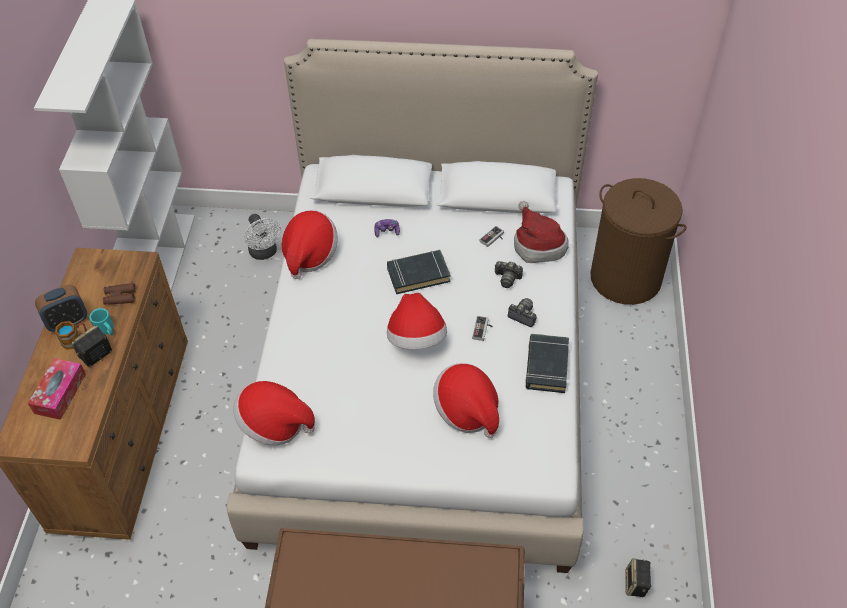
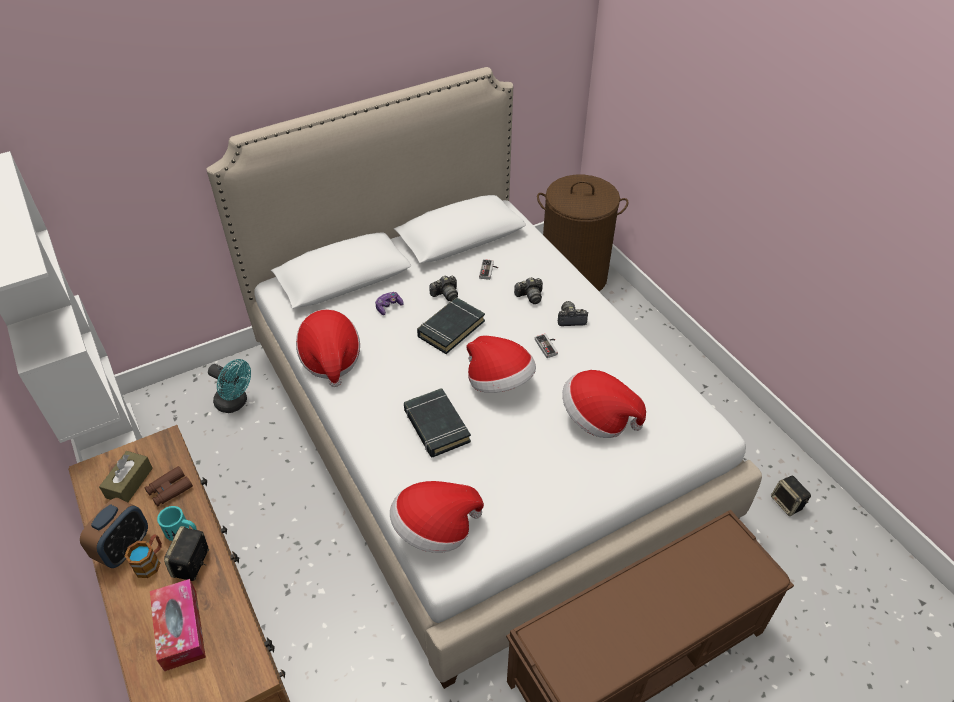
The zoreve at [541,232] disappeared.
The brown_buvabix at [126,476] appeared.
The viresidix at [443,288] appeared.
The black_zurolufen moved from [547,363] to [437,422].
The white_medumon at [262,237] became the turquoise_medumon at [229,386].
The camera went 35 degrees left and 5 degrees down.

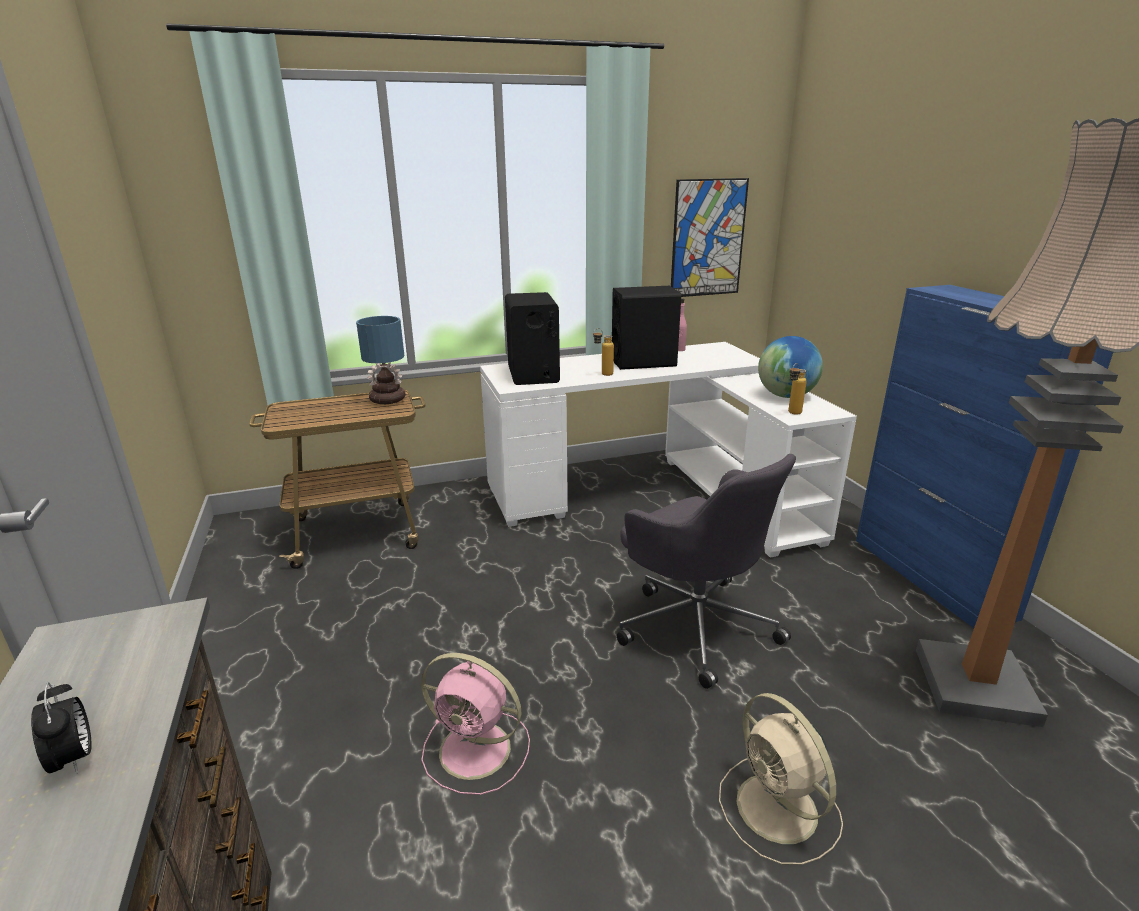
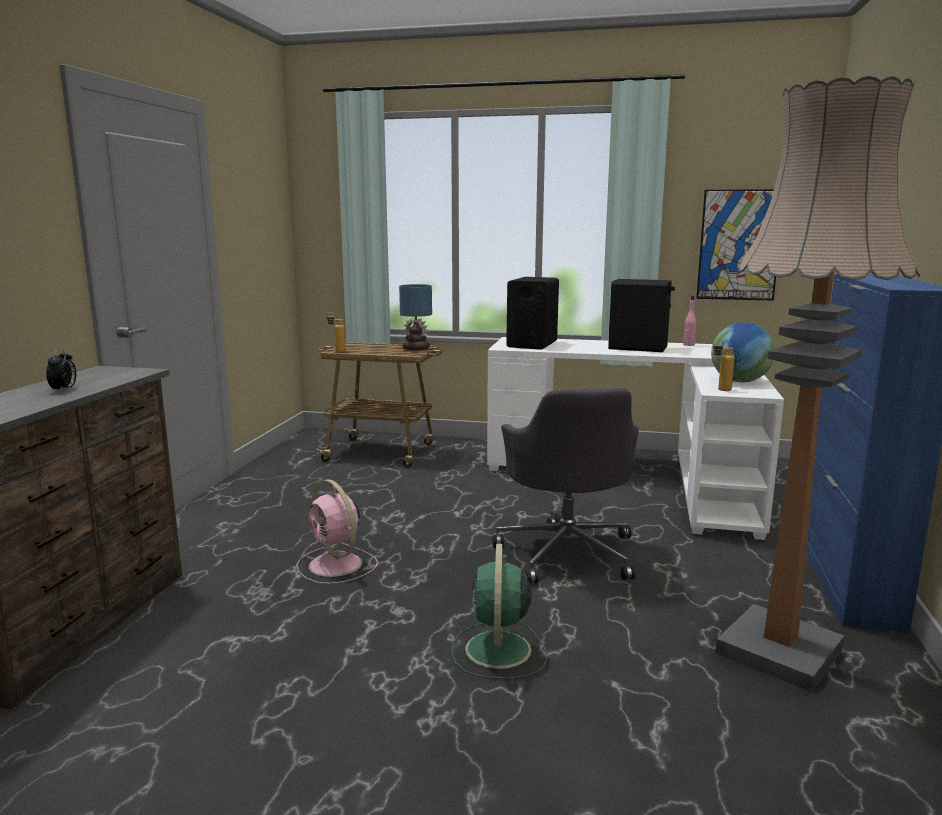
The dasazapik moved from [603,352] to [336,332].
The beige_medumon at [781,779] became the green_medumon at [499,611].
The camera went 30 degrees right and 10 degrees down.

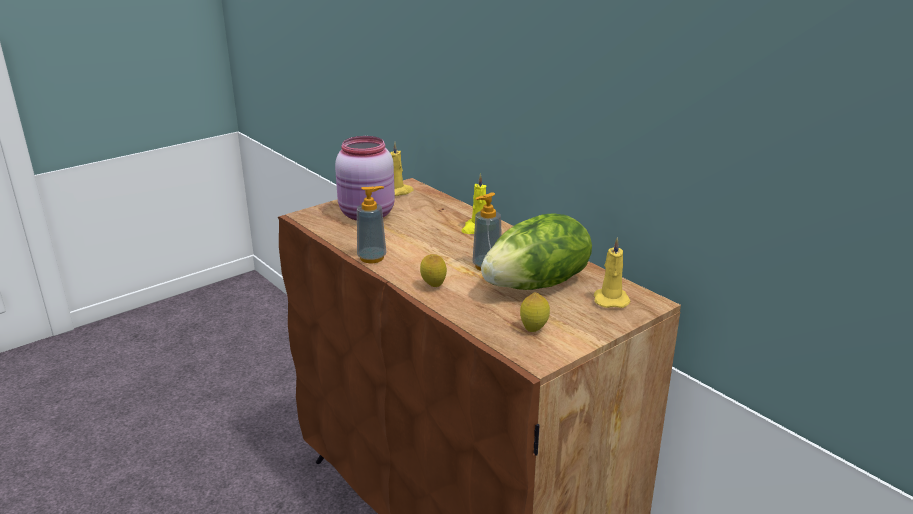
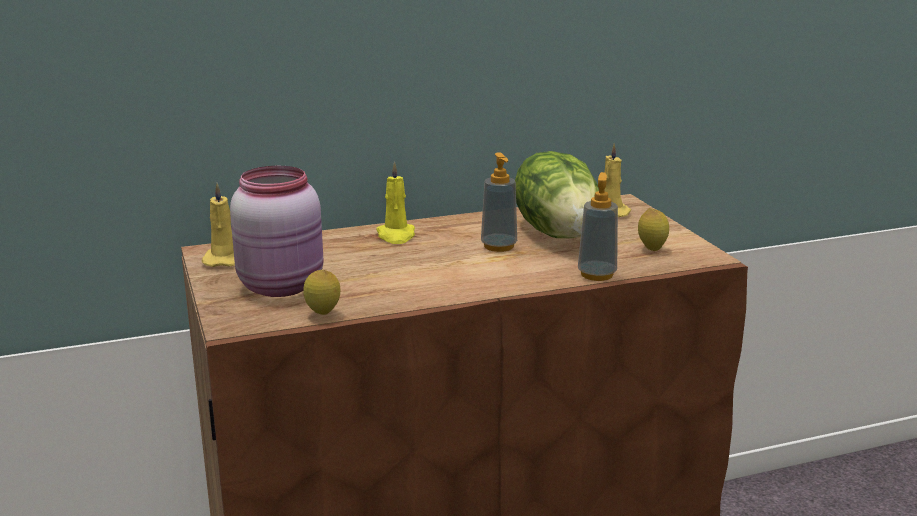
The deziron moved from [371,224] to [598,226].
The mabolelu moved from [433,270] to [321,292].
The camera went 70 degrees left and 5 degrees down.

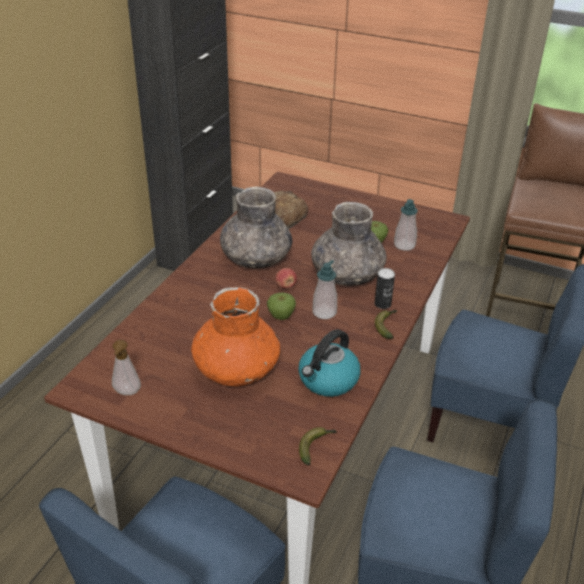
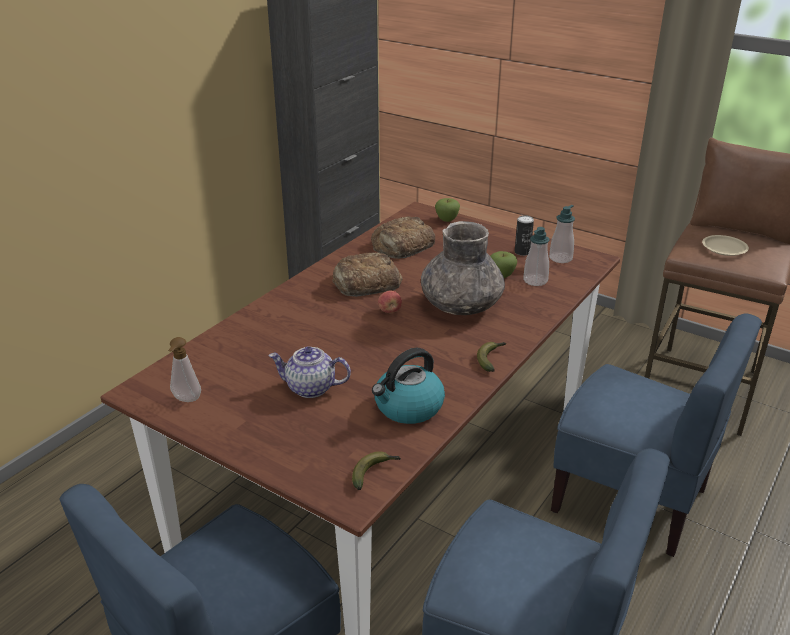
The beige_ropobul at [725,245] appeared.
The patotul moved from [281,306] to [447,210].
The deziron moved from [324,289] to [562,234].
The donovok moved from [385,288] to [524,235].
The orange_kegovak at [235,337] was replaced by the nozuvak at [309,372].
The grey_kegovak at [256,228] was replaced by the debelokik at [368,275].
The camera went 10 degrees right and 5 degrees down.

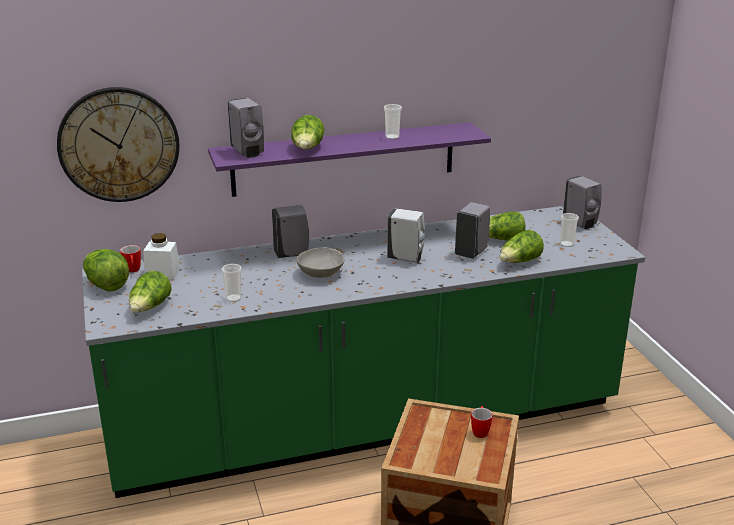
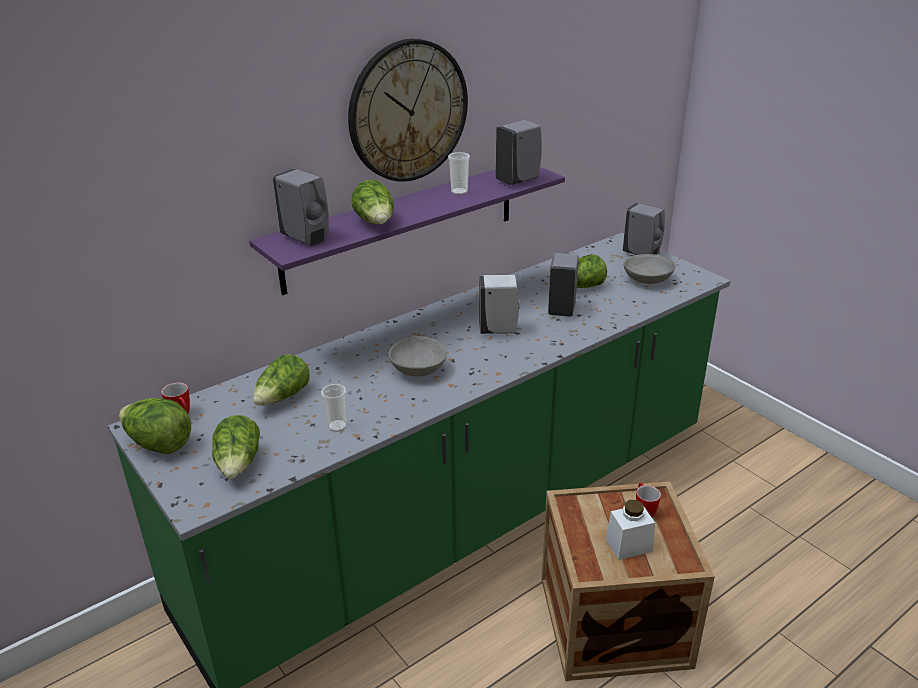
The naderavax moved from [118,144] to [408,110].
The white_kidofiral moved from [161,256] to [630,530].
The grey_deziron moved from [290,231] to [519,152].
The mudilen moved from [522,246] to [281,380].
The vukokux at [569,230] was replaced by the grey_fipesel at [649,269].
The camera went 20 degrees left and 5 degrees up.

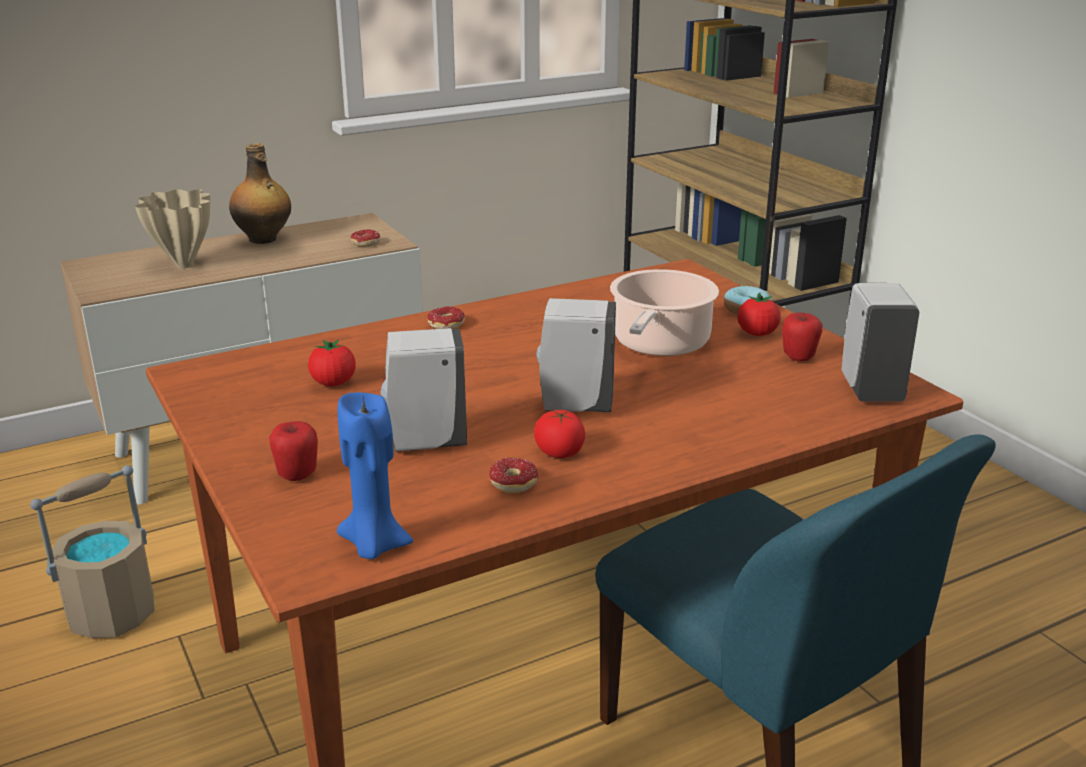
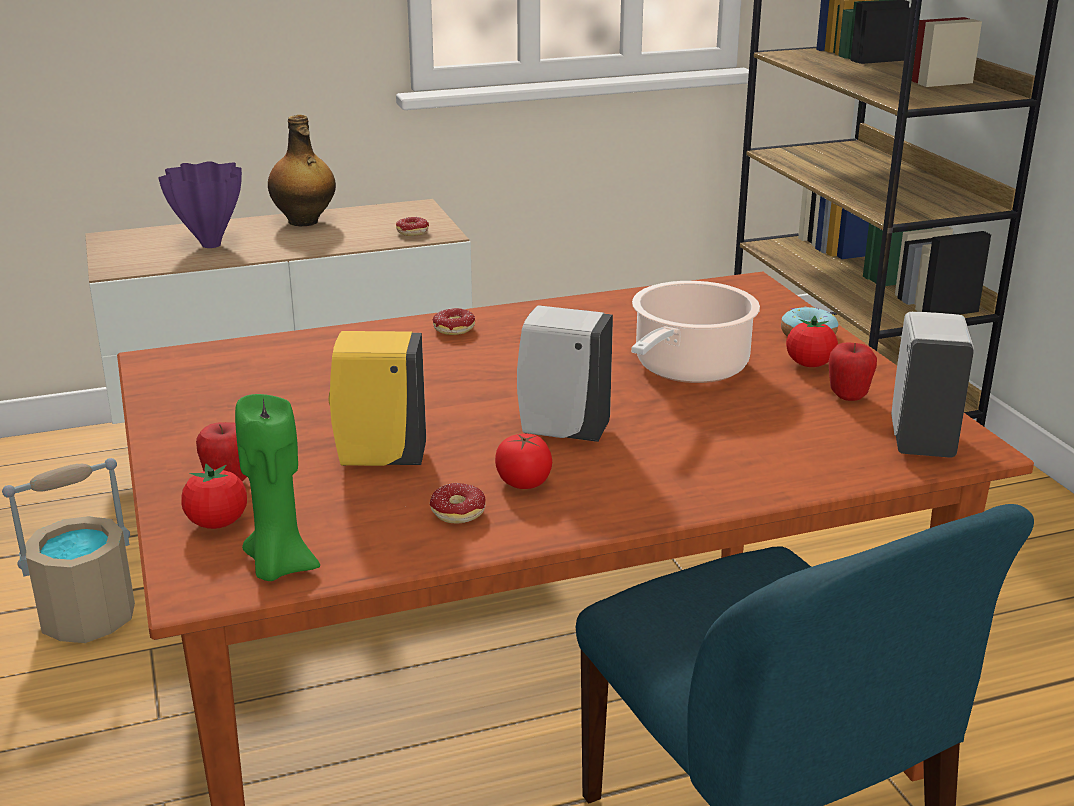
The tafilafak moved from [332,362] to [214,496].
The beige_kegovak at [172,228] became the purple_kegovak at [200,204].
The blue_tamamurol at [375,475] became the green_tamamurol at [277,487].
The white_deziron at [423,390] became the yellow_deziron at [377,398].
The camera went 10 degrees right and 0 degrees up.

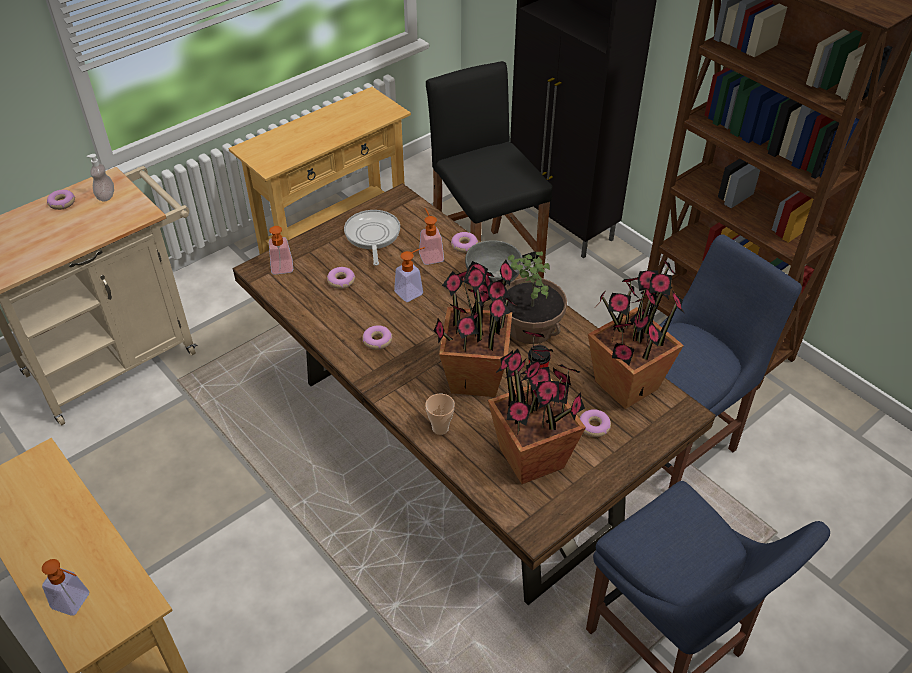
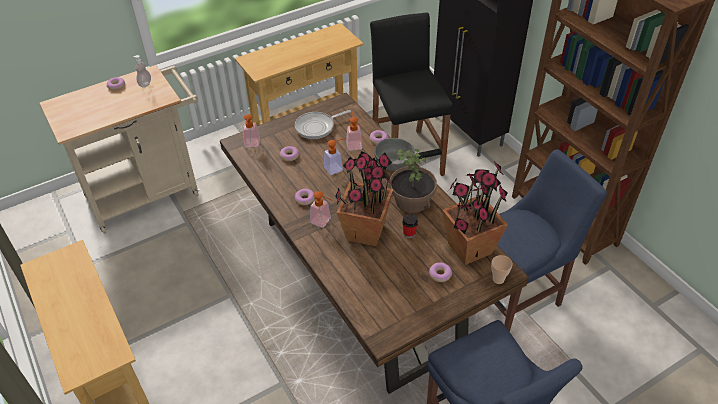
The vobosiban at [537,407] disappeared.
The deziron moved from [66,587] to [321,209].
The vukokux moved from [440,414] to [501,269].
The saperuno at [372,238] turned 120 degrees counterclockwise.
The camera went 10 degrees right and 0 degrees up.

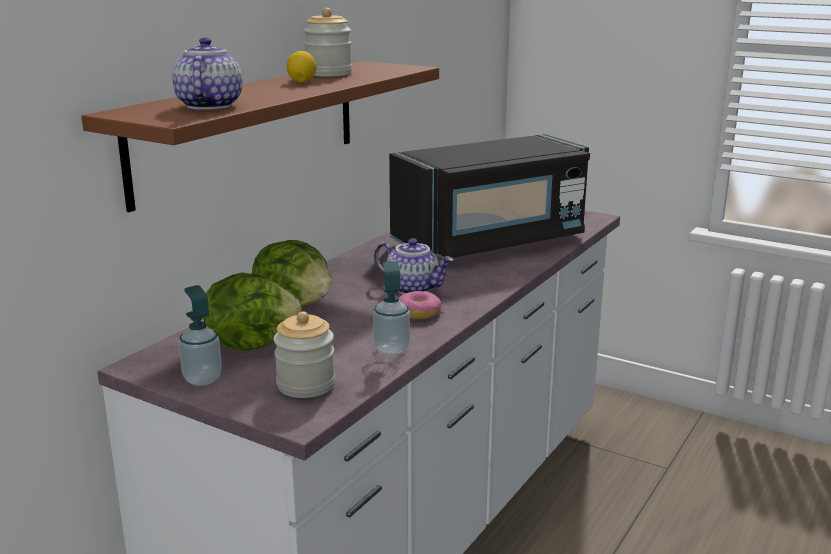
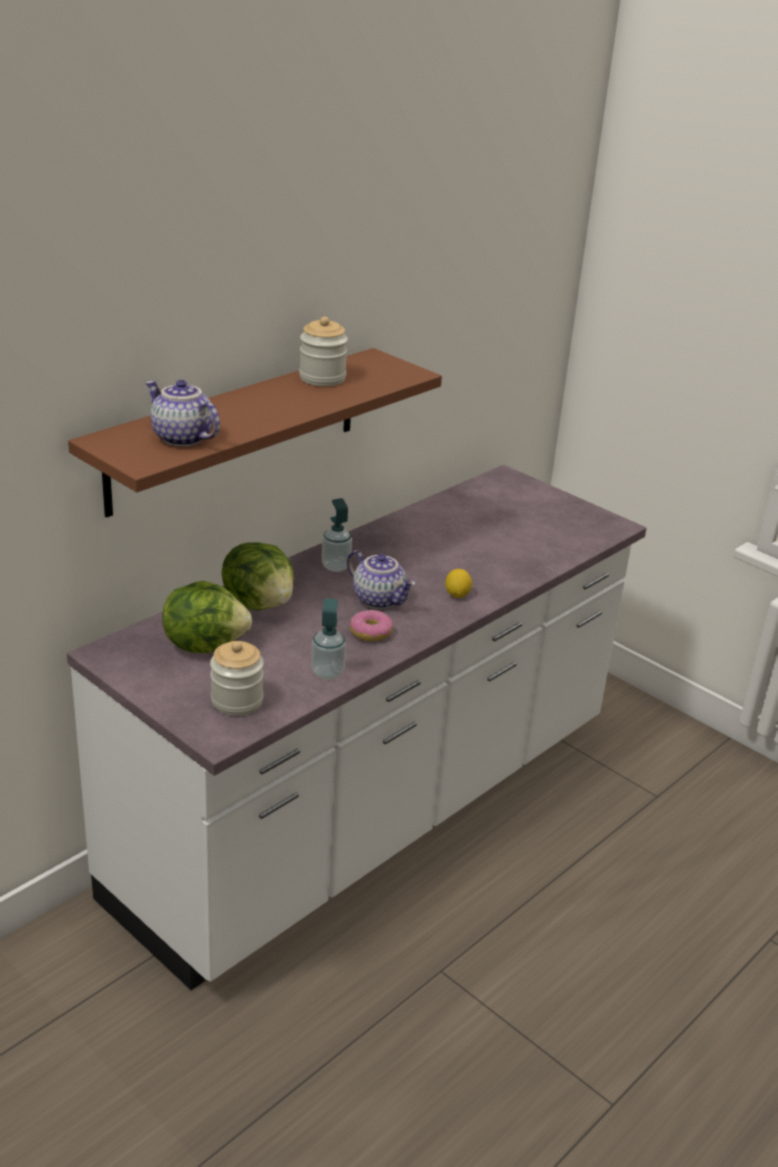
The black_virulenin at [489,196] disappeared.
The deziron moved from [200,335] to [337,535].
The mabolelu moved from [301,67] to [458,583].
The nozuvak at [207,73] turned 60 degrees counterclockwise.
The camera went 10 degrees right and 10 degrees up.

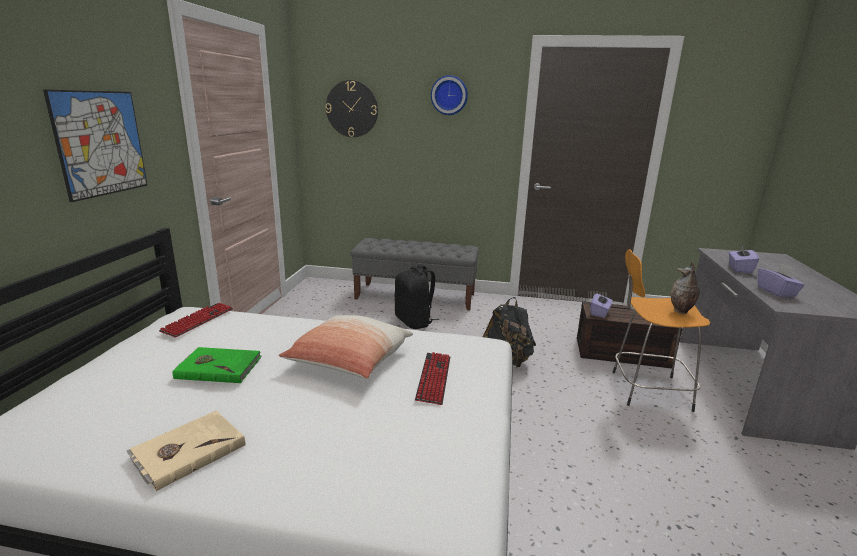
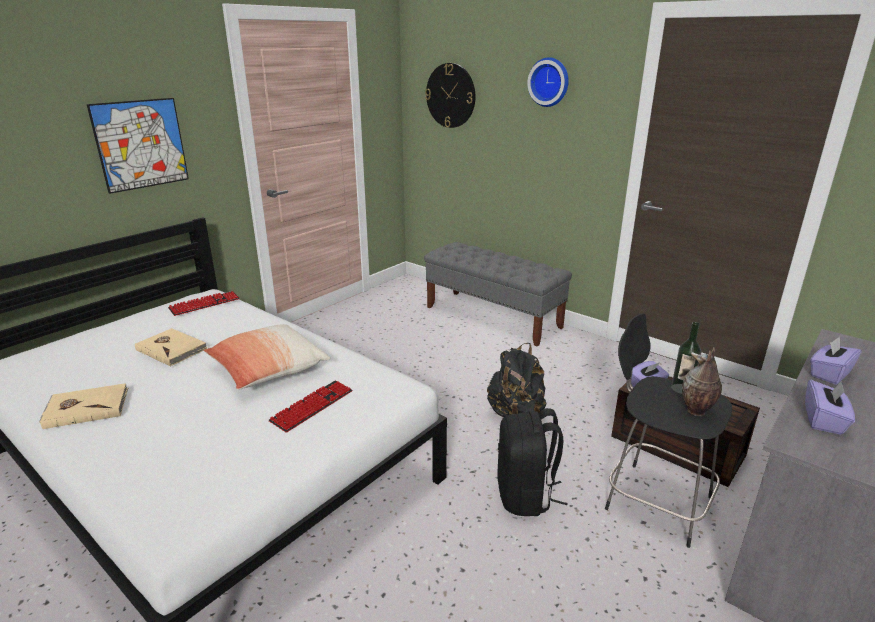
The dasazapik at [686,358] appeared.
The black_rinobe moved from [417,297] to [532,462].
The green_zurolufen at [216,365] became the beige_zurolufen at [171,347].
The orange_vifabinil at [661,330] became the black_vifabinil at [668,430].
The camera went 30 degrees right and 5 degrees up.

